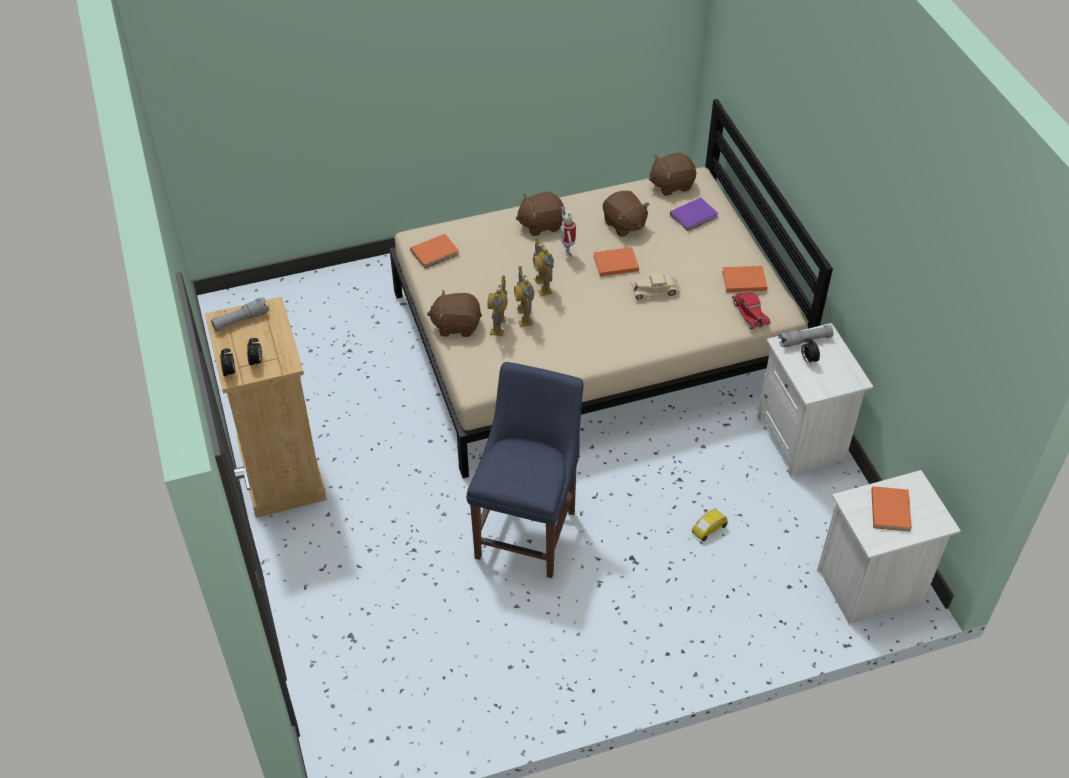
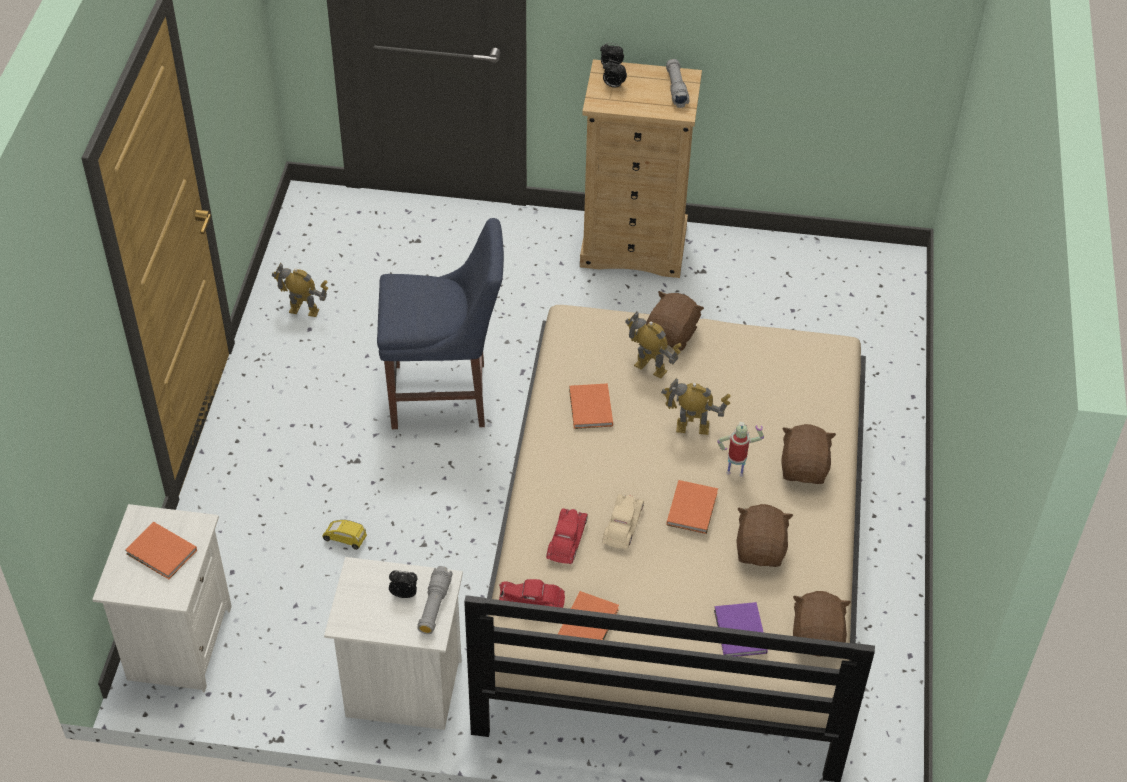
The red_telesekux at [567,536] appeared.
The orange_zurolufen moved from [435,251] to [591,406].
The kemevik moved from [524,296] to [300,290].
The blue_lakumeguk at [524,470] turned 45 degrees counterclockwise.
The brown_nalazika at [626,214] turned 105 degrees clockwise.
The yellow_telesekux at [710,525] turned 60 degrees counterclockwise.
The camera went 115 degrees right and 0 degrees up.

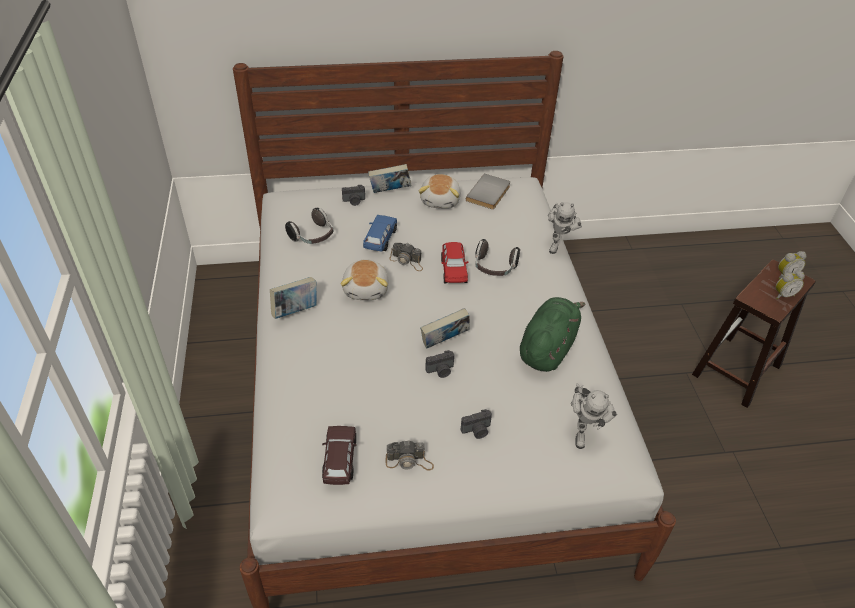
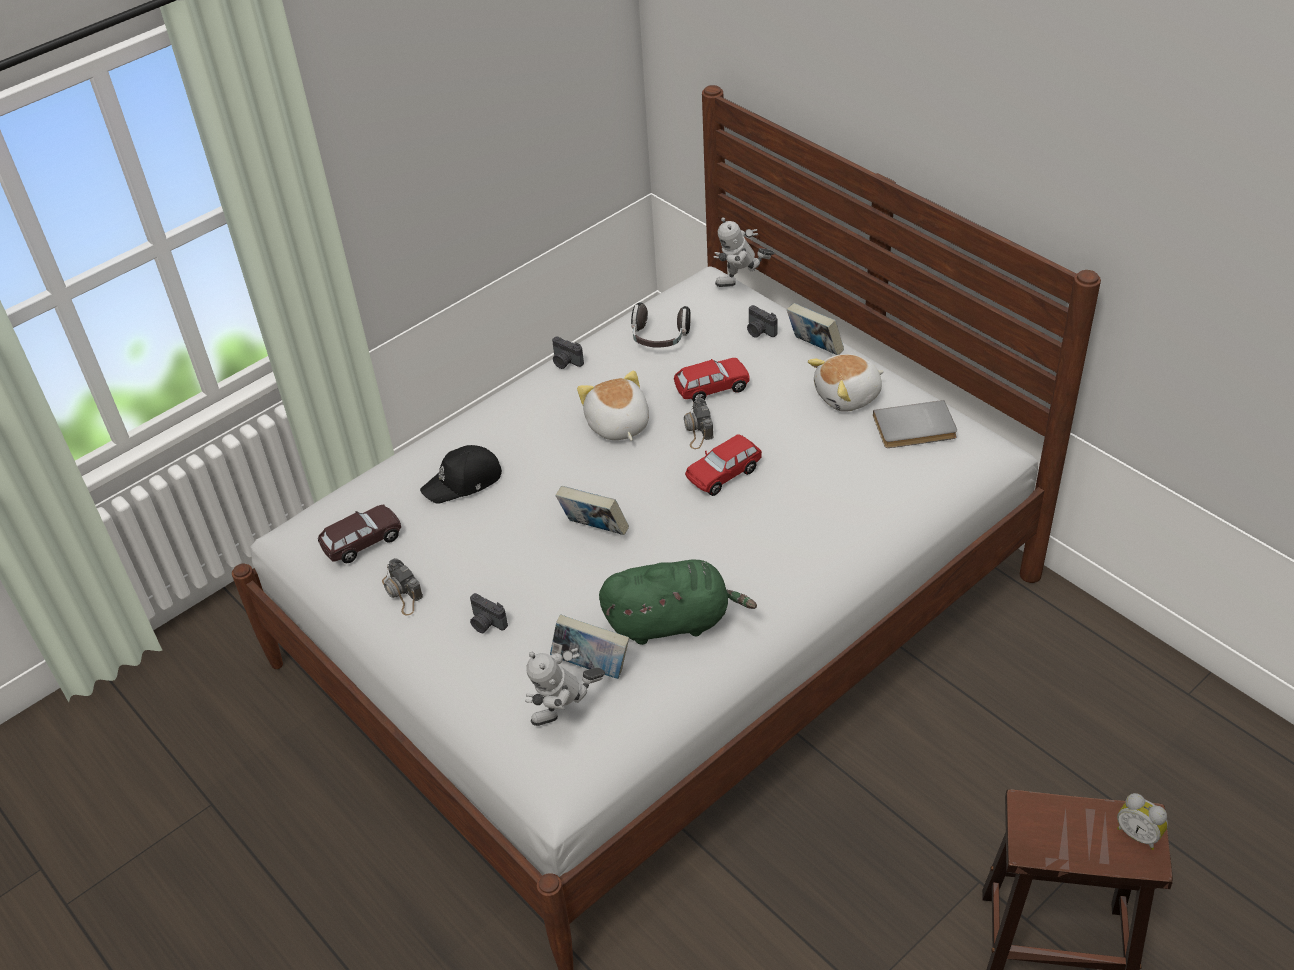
The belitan at [497,257] disappeared.
The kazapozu at [790,285] disappeared.
The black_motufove at [461,474] appeared.
The zurolufen moved from [293,298] to [589,646].
The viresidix moved from [439,364] to [568,352].
The kemevik moved from [565,228] to [744,252].
The blue_telesekux at [380,233] became the red_telesekux at [712,380].
The nalazika at [365,279] turned 105 degrees clockwise.
The camera went 60 degrees right and 0 degrees up.

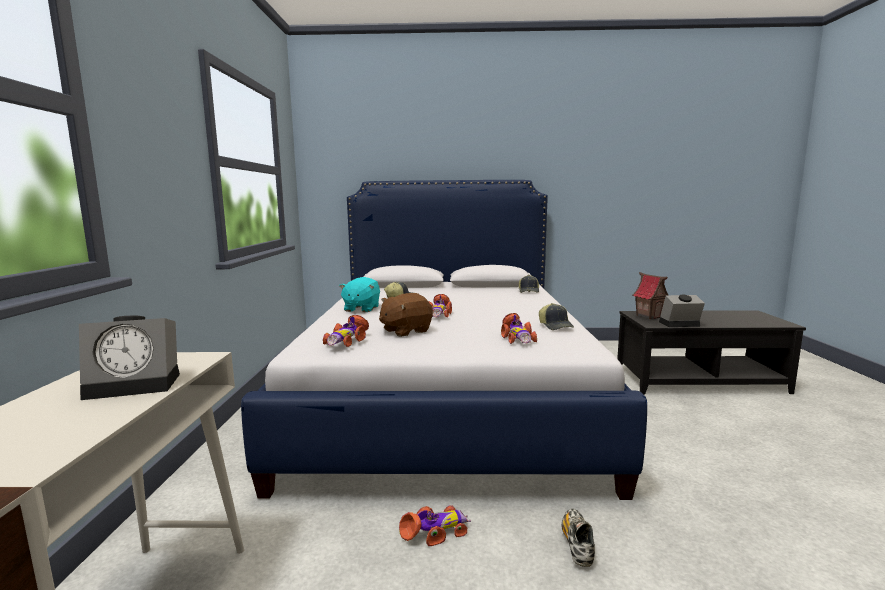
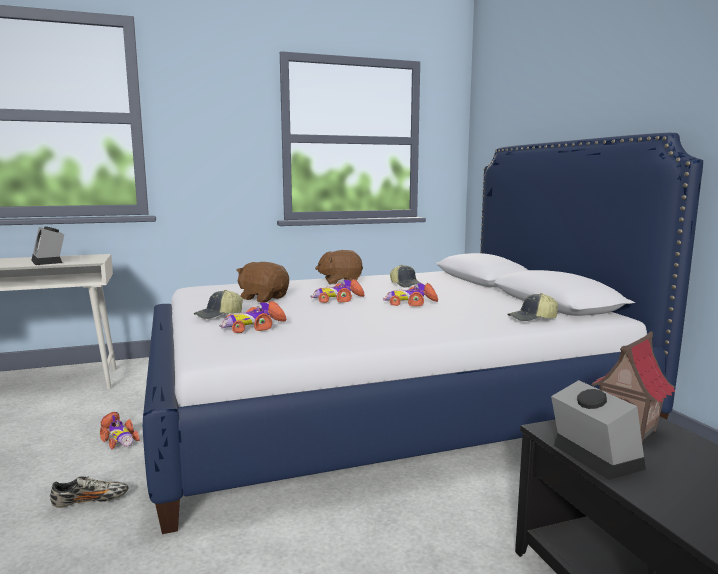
The telesekux moved from [346,331] to [410,294].
The motufove moved from [556,316] to [218,304].
The turquoise_nalazika at [359,294] became the brown_nalazika at [339,267].
The camera went 70 degrees right and 0 degrees up.

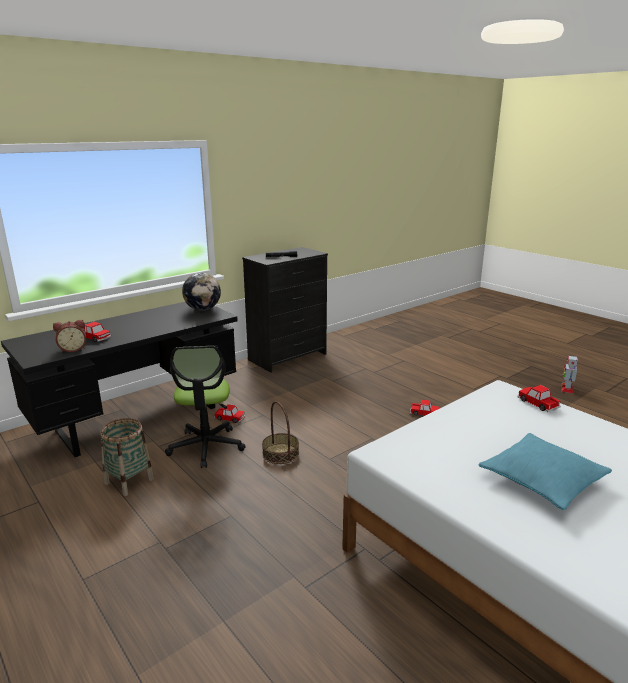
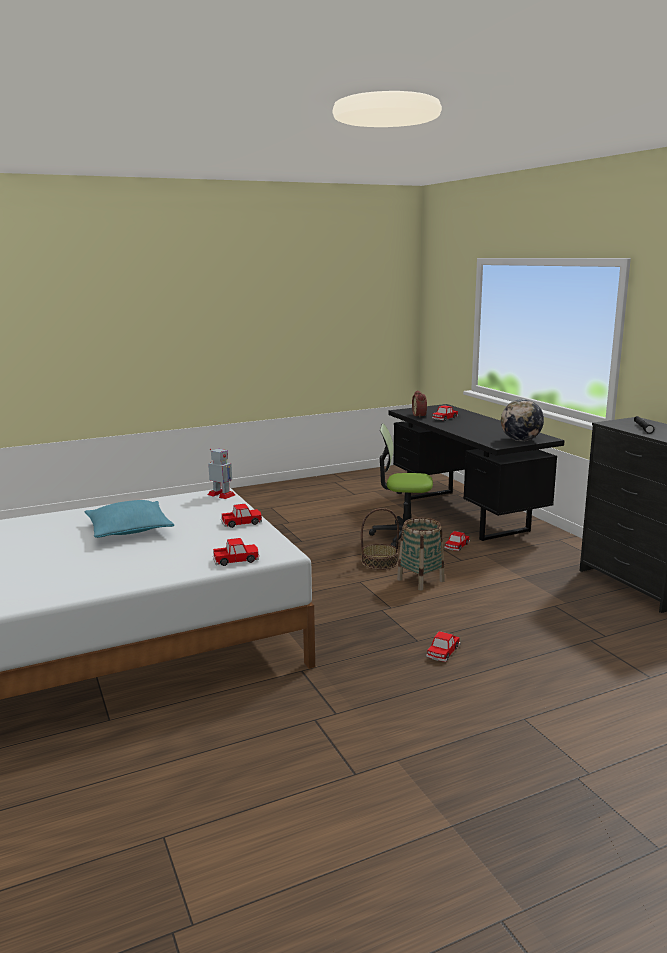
The telesekux at [241,516] appeared.
The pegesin moved from [127,457] to [421,554].
The kemevik moved from [569,374] to [221,474].
The camera went 105 degrees right and 5 degrees down.

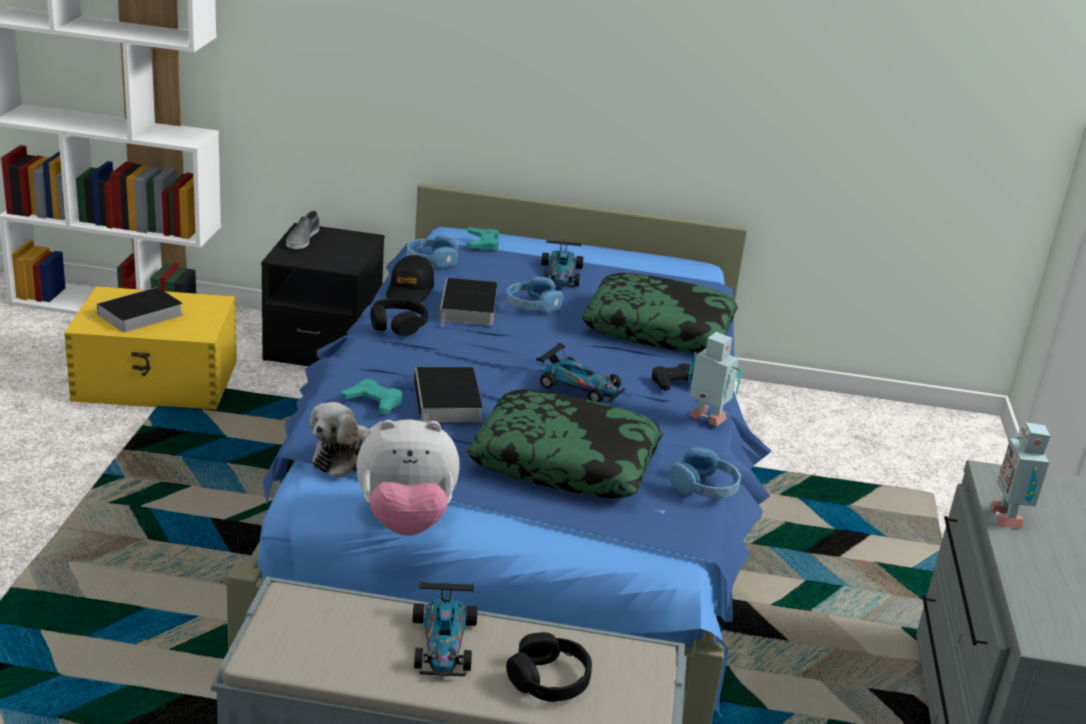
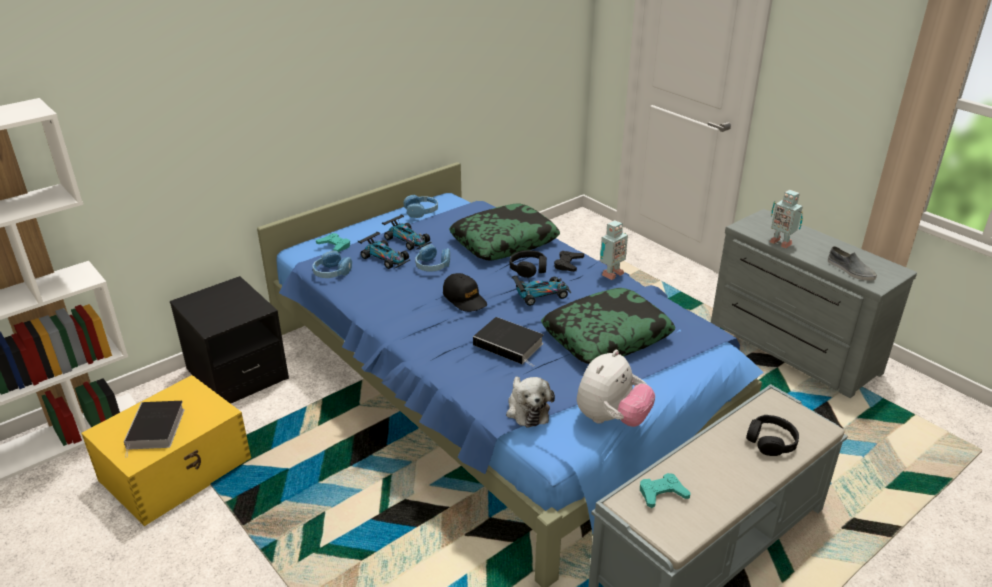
The zurolufen at [468,302] disappeared.
The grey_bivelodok moved from [302,230] to [852,263].
The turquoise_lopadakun moved from [372,396] to [665,490].
The black_belitan moved from [399,317] to [528,264].
The black_motufove moved from [410,279] to [465,292].
The telesekux moved from [445,628] to [384,250].
The blue_belitan moved from [705,472] to [420,206].
The kemevik at [715,379] turned 150 degrees clockwise.
The camera went 45 degrees left and 5 degrees up.

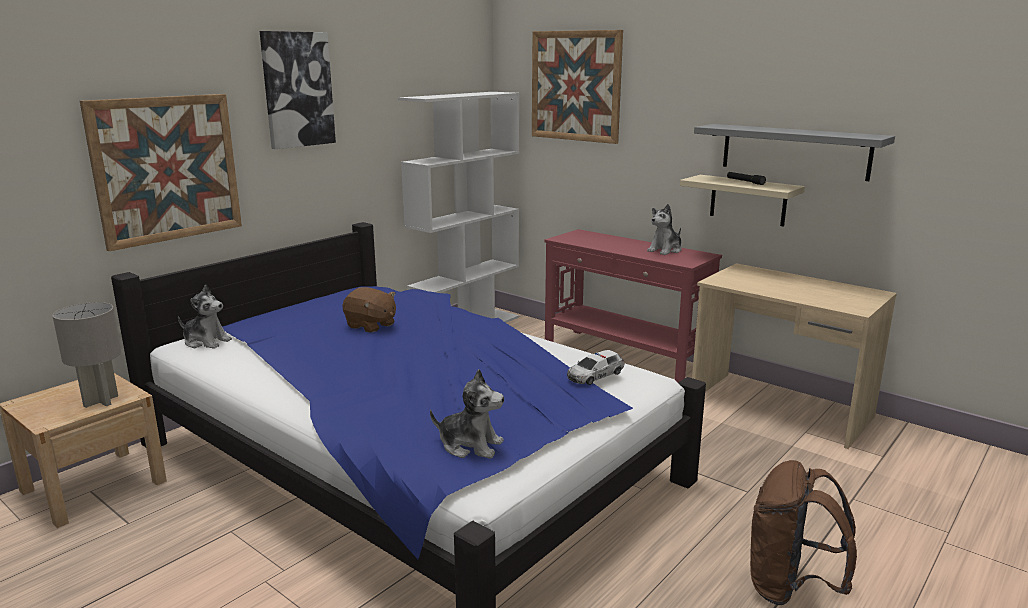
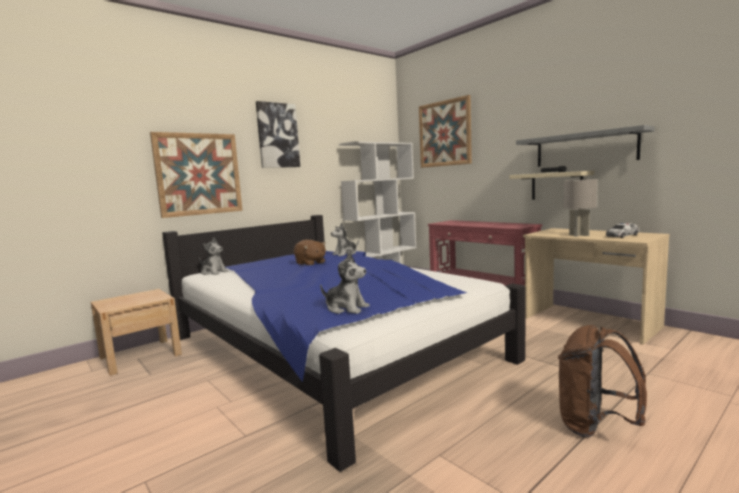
The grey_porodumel moved from [87,355] to [580,208].
The telesekux moved from [595,367] to [622,230].
The nalazika moved from [664,229] to [345,239].
The camera went 10 degrees right and 10 degrees down.

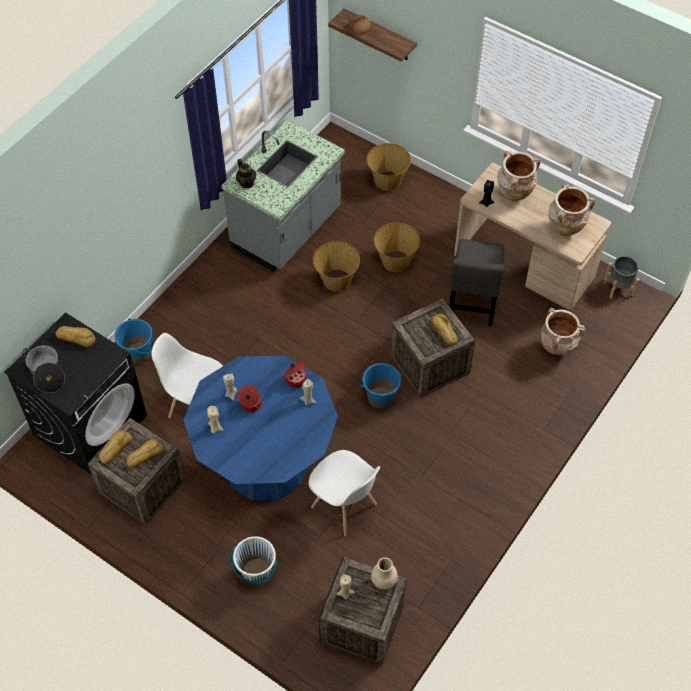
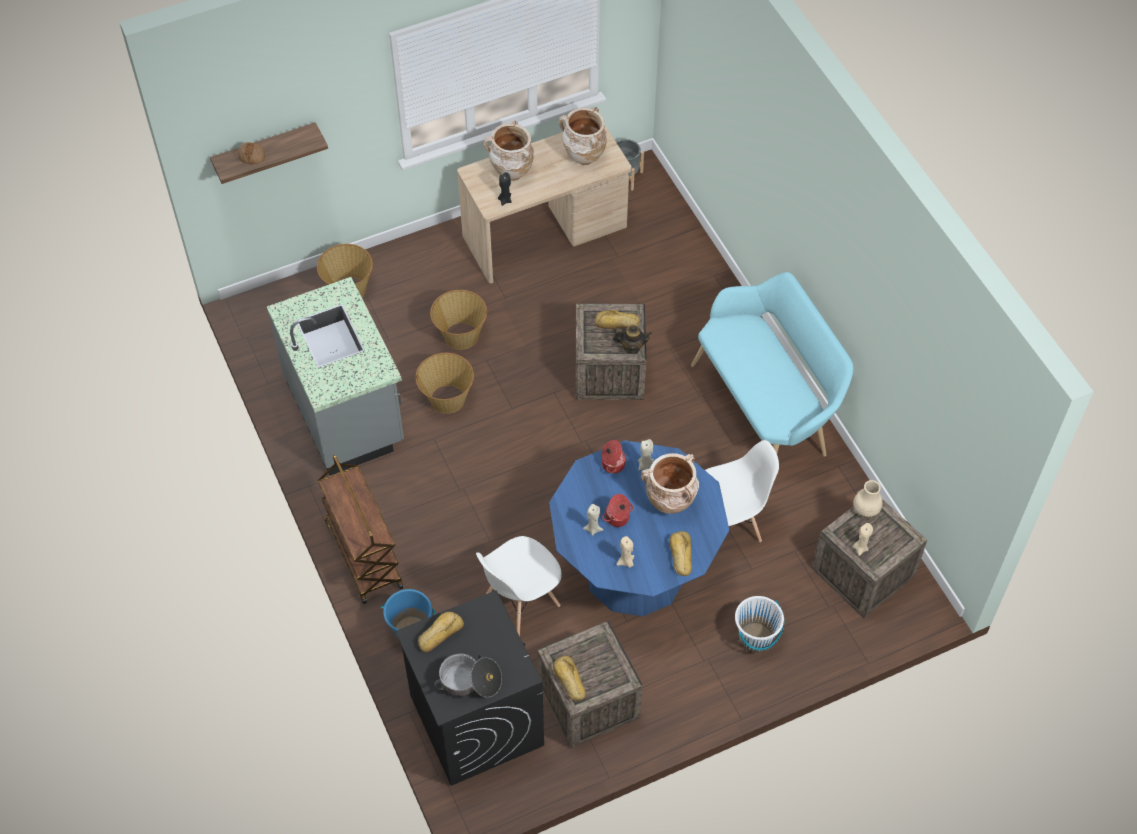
The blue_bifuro at [381,386] disappeared.
The grey_lakumeguk at [476,282] disappeared.
The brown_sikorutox at [360,529] appeared.
The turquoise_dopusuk at [772,364] appeared.
The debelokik moved from [146,453] to [680,553].
The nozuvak moved from [246,173] to [632,339].
The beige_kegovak moved from [563,331] to [670,483].
The camera went 60 degrees left and 0 degrees up.

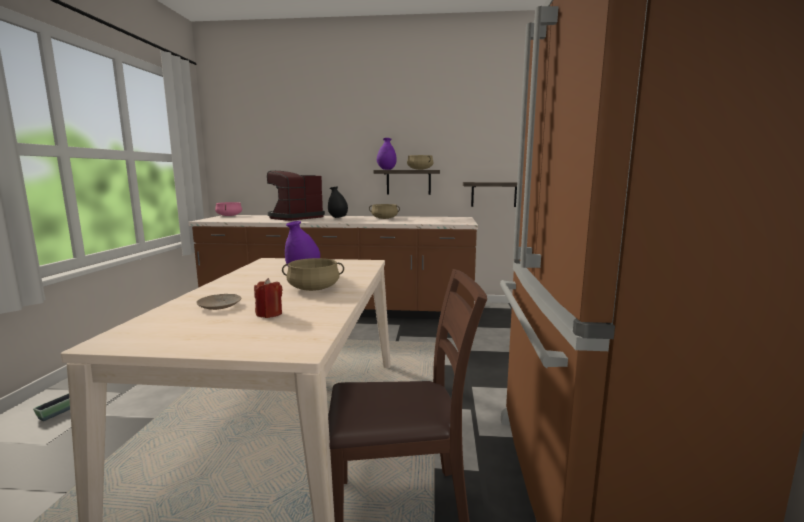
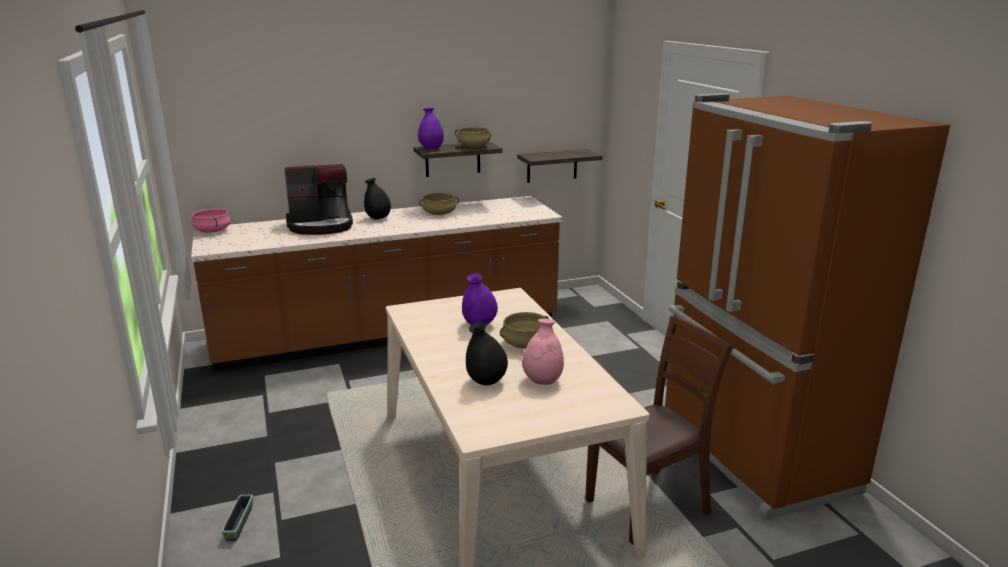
The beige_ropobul at [218,302] was replaced by the black_kegovak at [487,353].
The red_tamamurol at [268,298] was replaced by the pink_kegovak at [543,352].
The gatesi at [296,196] turned 120 degrees counterclockwise.
The camera went 25 degrees left and 10 degrees up.

